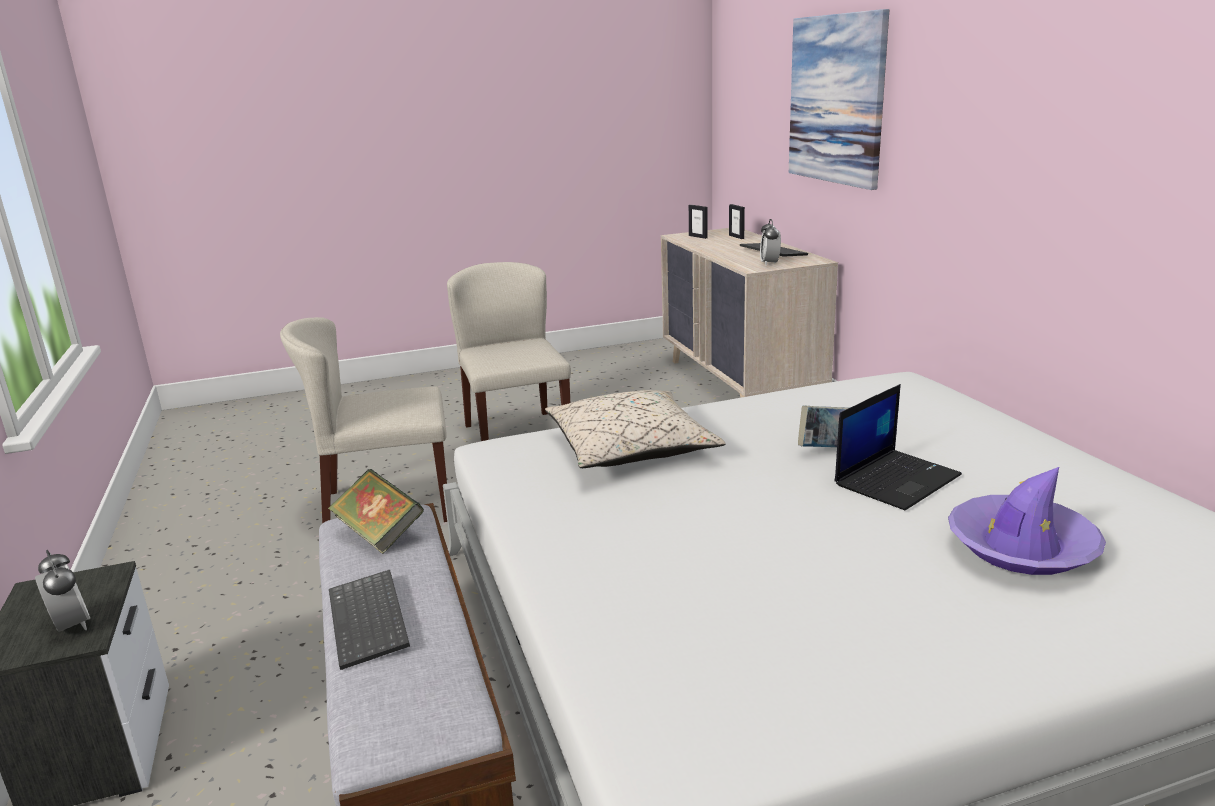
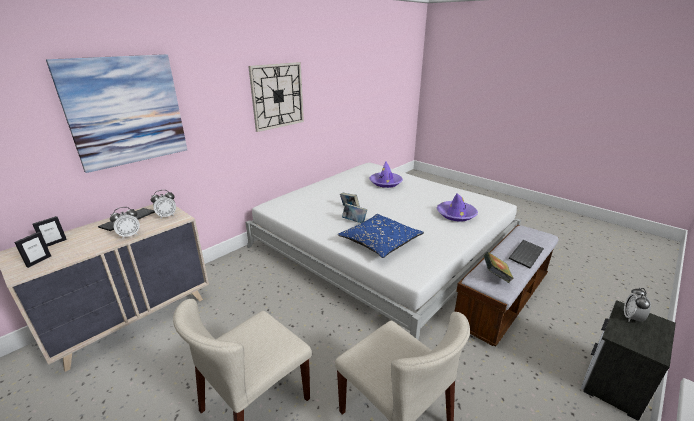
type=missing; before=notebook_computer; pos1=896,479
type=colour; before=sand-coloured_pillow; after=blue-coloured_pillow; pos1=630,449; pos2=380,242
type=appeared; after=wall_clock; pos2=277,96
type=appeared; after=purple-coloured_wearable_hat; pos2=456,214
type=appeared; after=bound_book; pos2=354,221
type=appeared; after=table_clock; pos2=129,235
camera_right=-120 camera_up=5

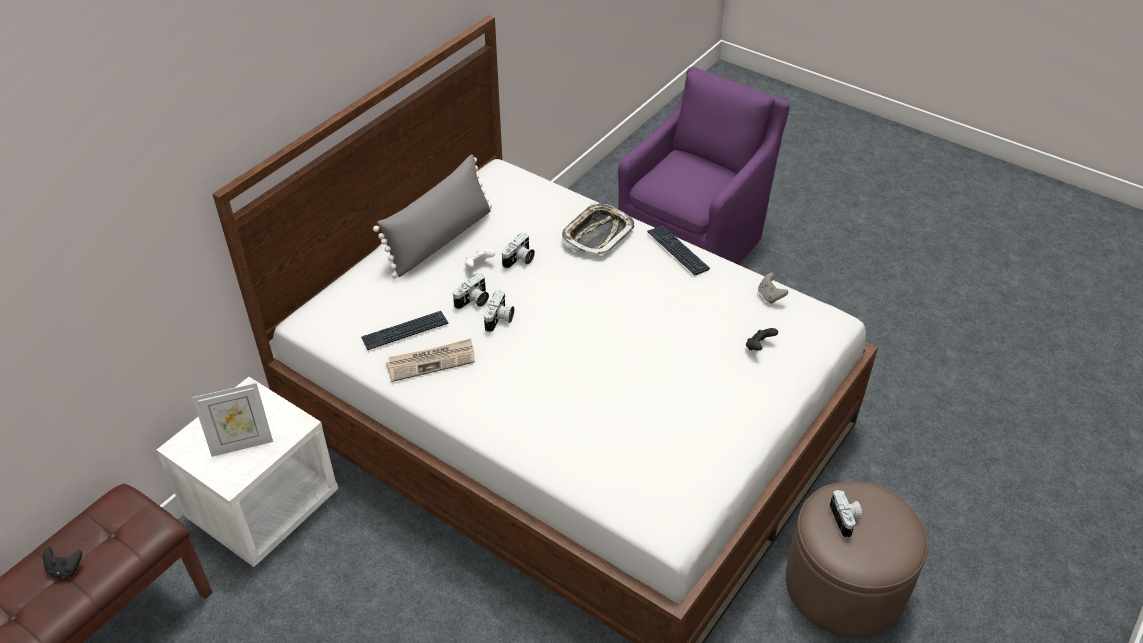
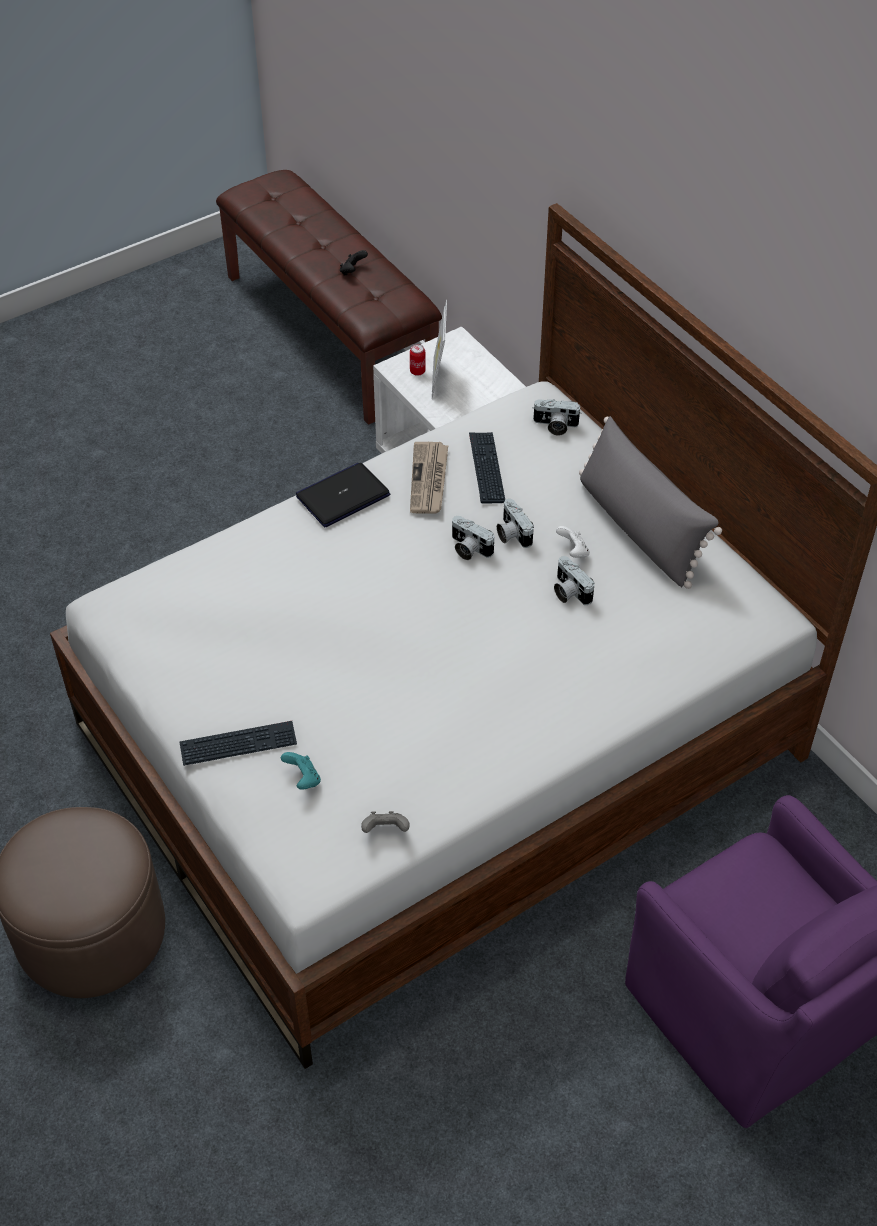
type=missing; before=carrying_tray; pos1=597,234
type=relocated; before=keyboard; pos1=677,251; pos2=238,745
type=colour; before=blackish_gamepad; after=blue-green_gamepad; pos1=759,347; pos2=303,779
type=relocated; before=photo_camera; pos1=846,519; pos2=555,426
type=appeared; after=can; pos2=417,371
type=appeared; after=notebook_computer; pos2=343,496
camera_right=110 camera_up=5

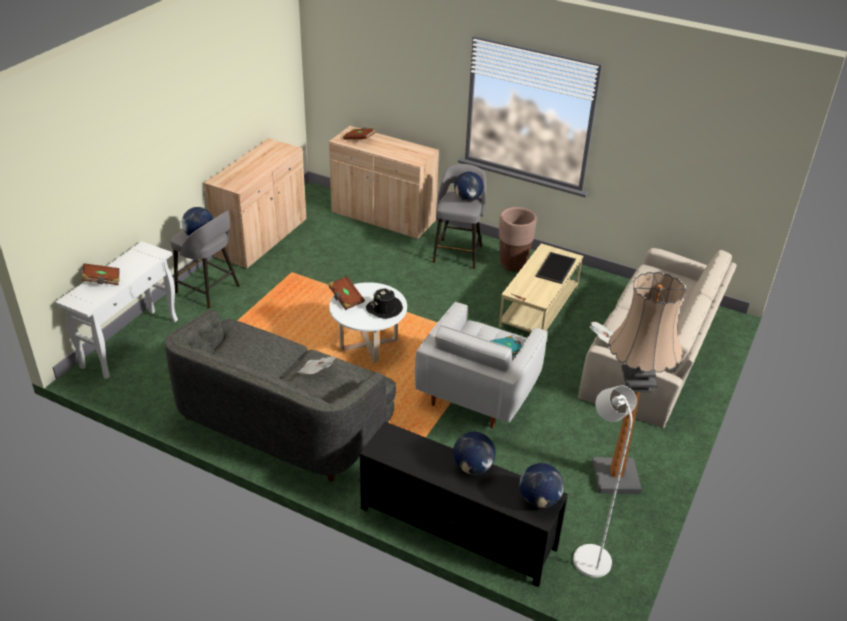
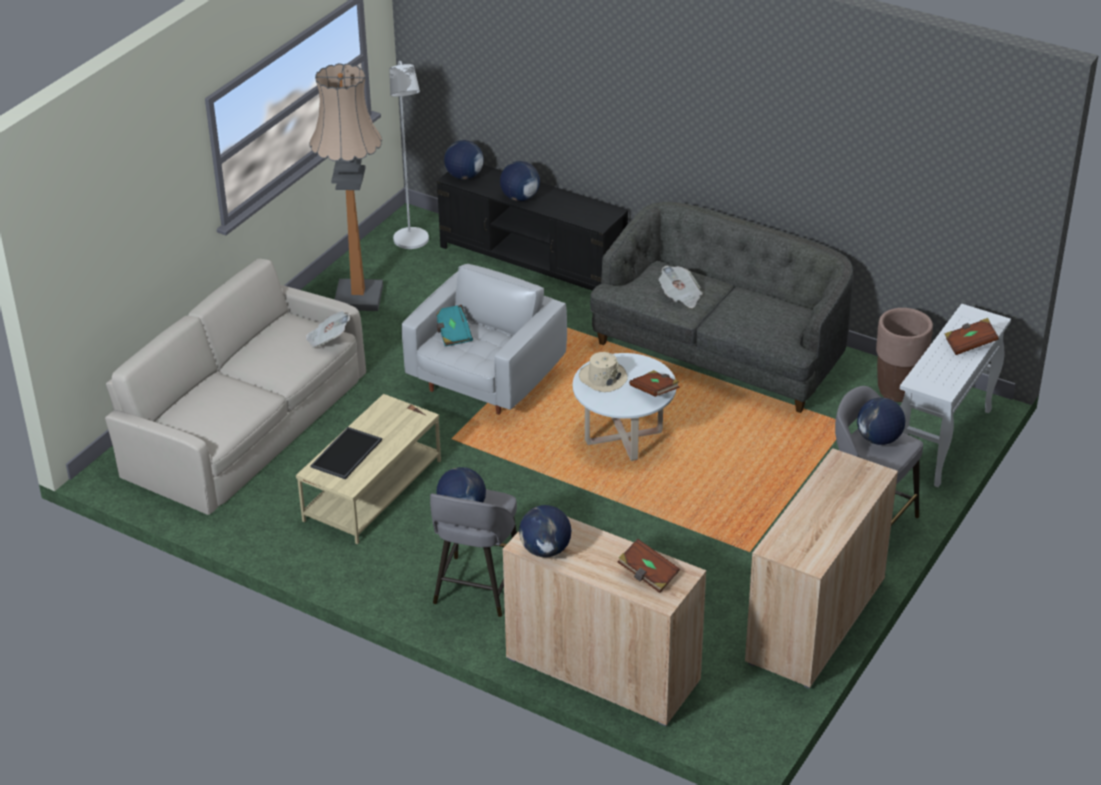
type=relocated; before=brownish_planter; pos1=513,264; pos2=897,391
type=colour; before=blackish_wearable_hat; after=sand-coloured_wearable_hat; pos1=384,308; pos2=602,378
type=appeared; after=world_globe; pos2=545,550
camera_right=-175 camera_up=0

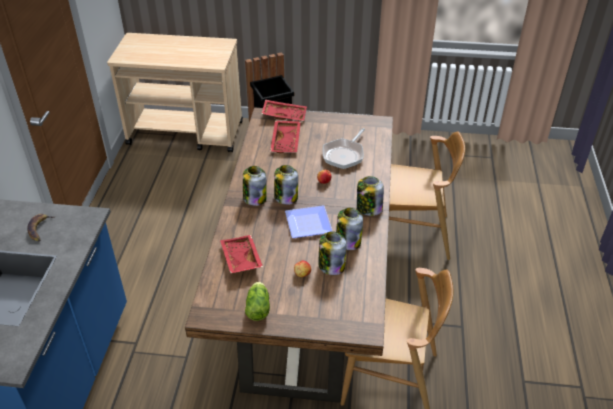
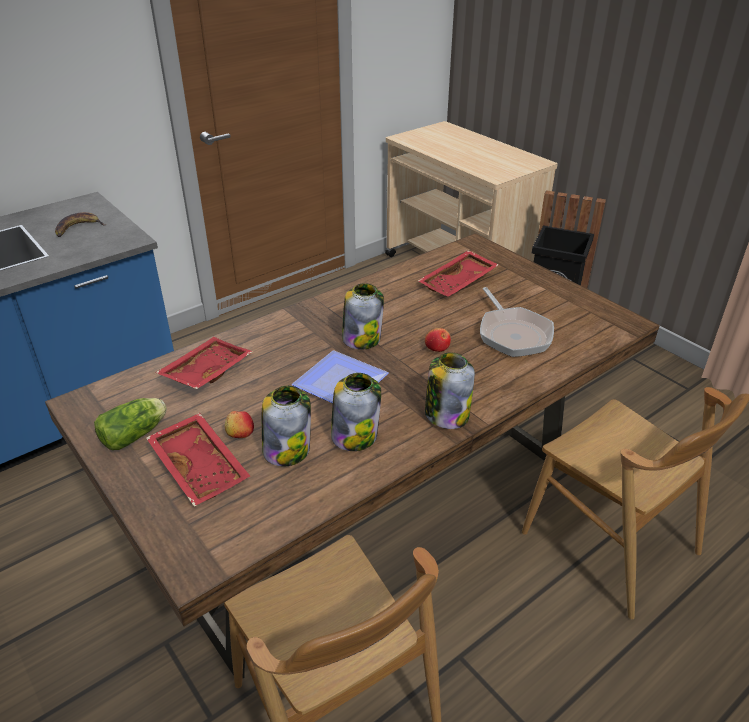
type=relocated; before=red_carrying_tray; pos1=284,115; pos2=201,467
type=spun; before=frying_pan; pos1=344,155; pos2=512,334; turn=-90
type=missing; before=preserve_jar; pos1=254,198
camera_right=45 camera_up=-5

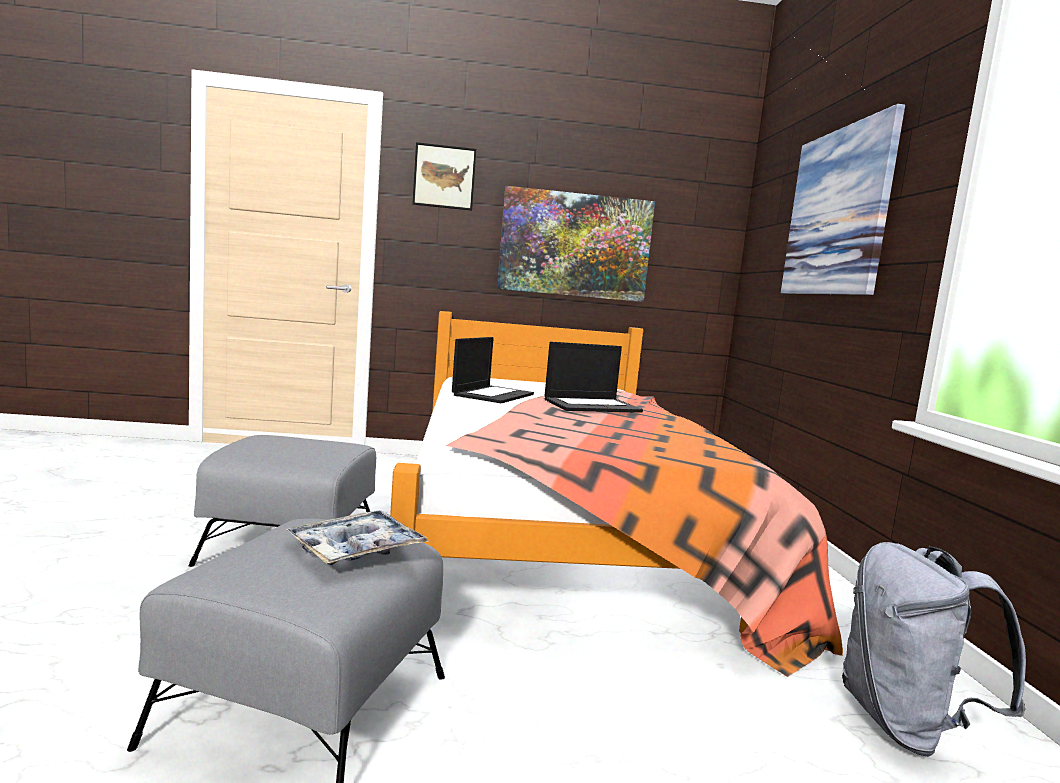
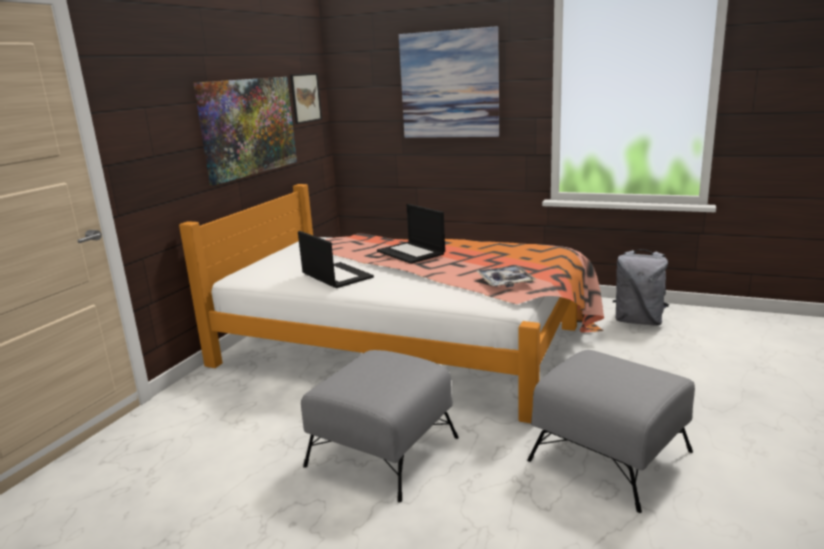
type=relocated; before=wall_picture; pos1=444,177; pos2=305,98
type=spun; before=notebook_computer; pos1=592,405; pos2=411,253; turn=135
type=relocated; before=carrying_tray; pos1=356,549; pos2=505,282
camera_right=-60 camera_up=10

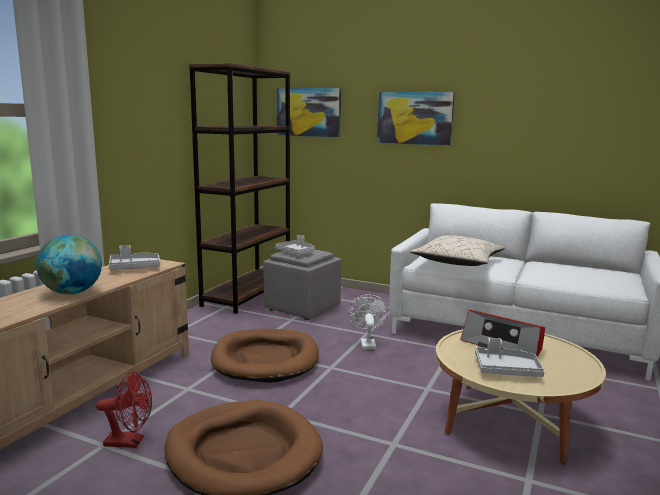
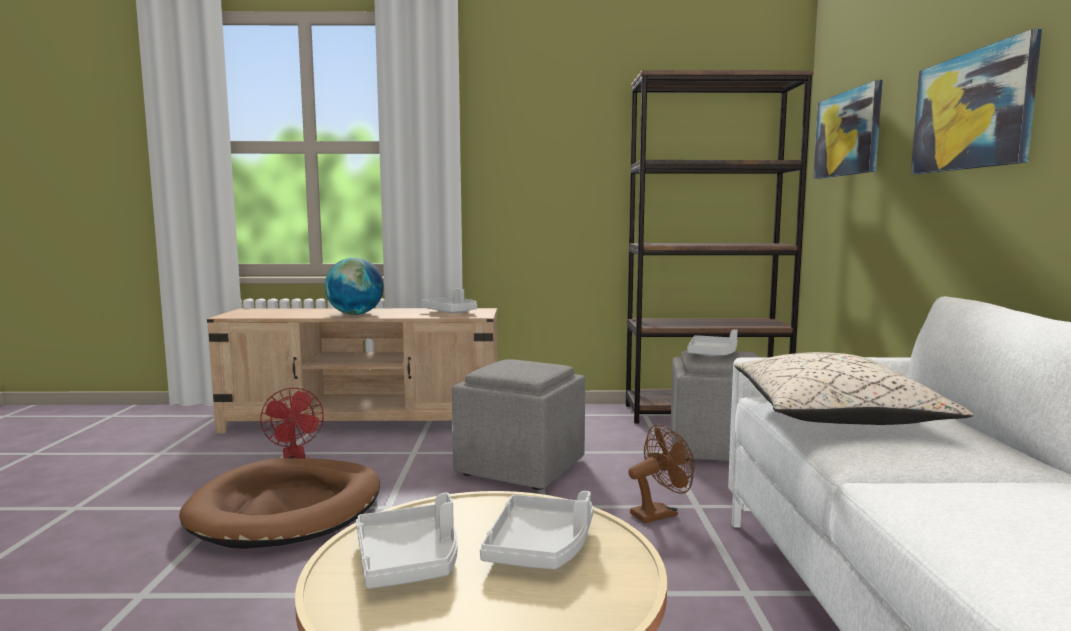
type=colour; before=whitish_cooling_fan; after=brownish_cooling_fan; pos1=367,343; pos2=659,513
type=exchanged; before=radio_set; after=greyish_carrying_tray; pos1=503,345; pos2=540,547
type=exchanged; before=brownish_dog_bed; after=greyish_footrest; pos1=266,359; pos2=522,467
camera_right=65 camera_up=-5

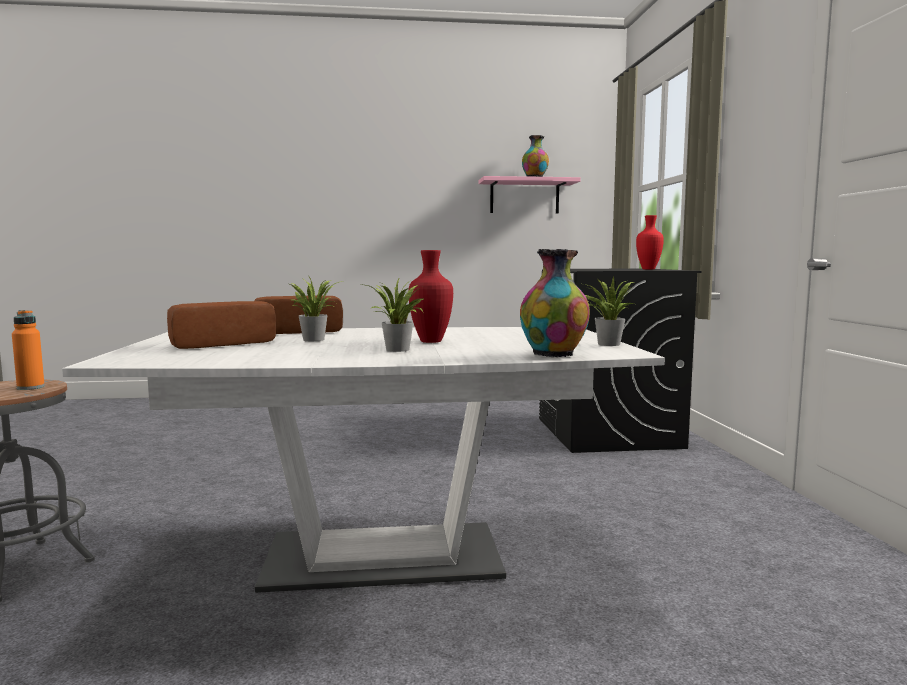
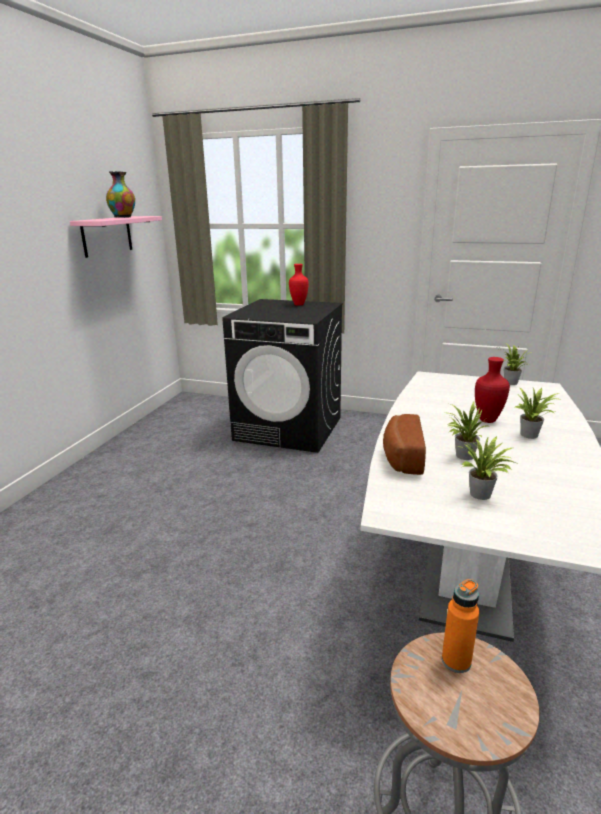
type=missing; before=decorative_vase; pos1=554,355
type=exchanged; before=bread; after=potted_plant; pos1=220,344; pos2=482,496
camera_right=-65 camera_up=15

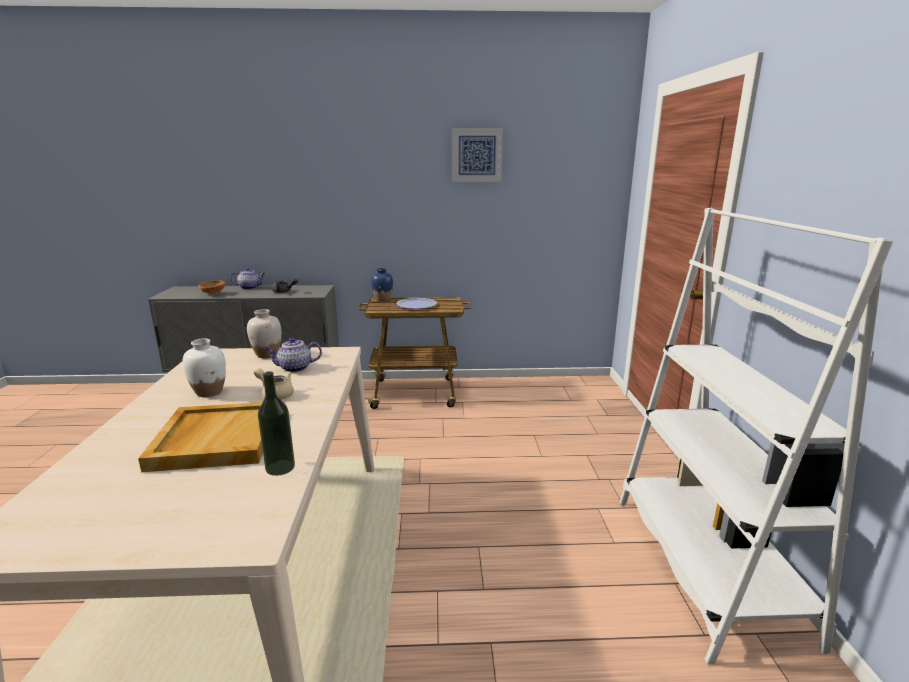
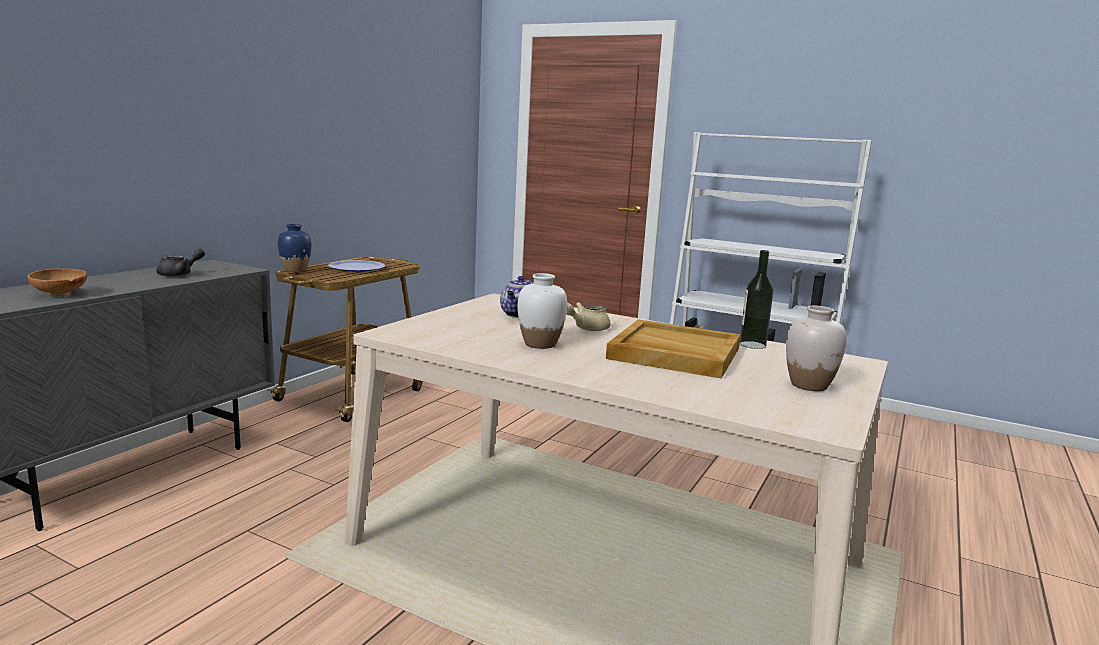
type=missing; before=wall_picture; pos1=476,155
type=missing; before=tea_pot; pos1=250,287
type=relocated; before=whitish_decorative_vase; pos1=267,355; pos2=809,385
camera_right=-60 camera_up=-5

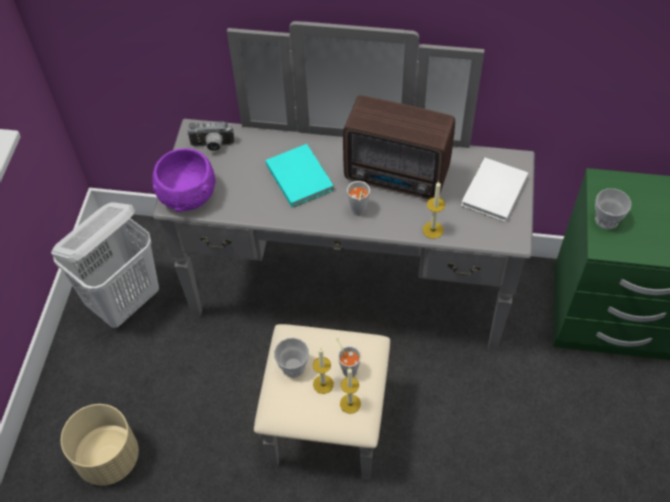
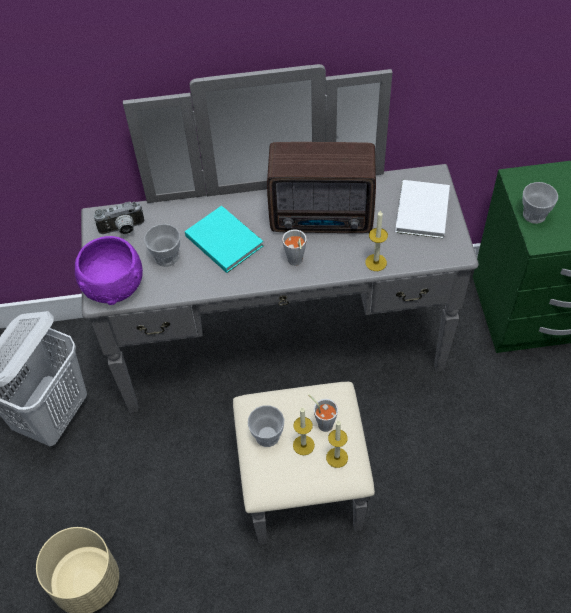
type=appeared; after=small_cup; pos2=166,257
camera_right=-15 camera_up=0

